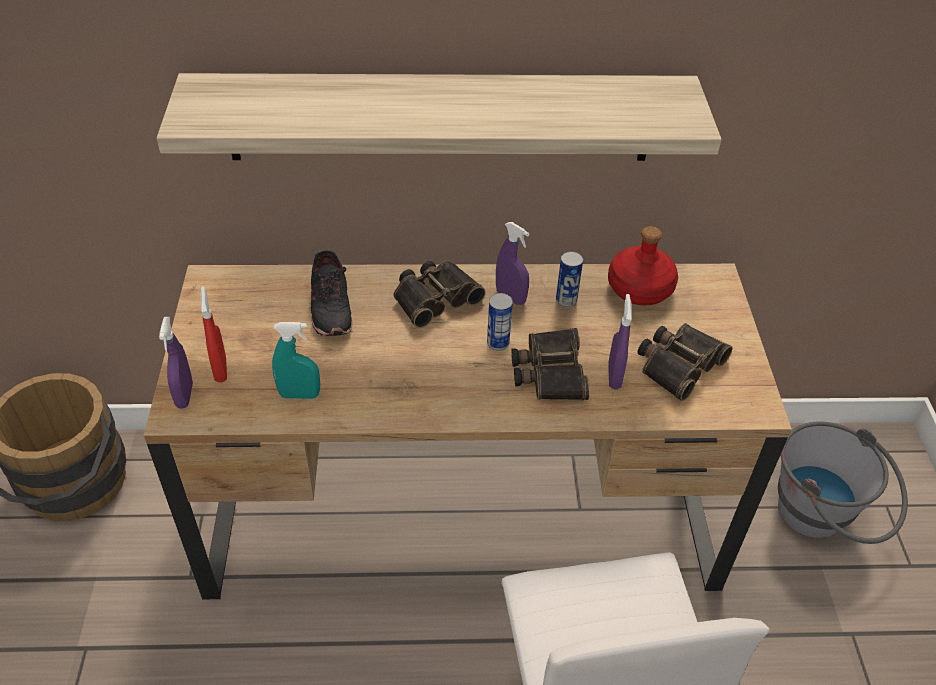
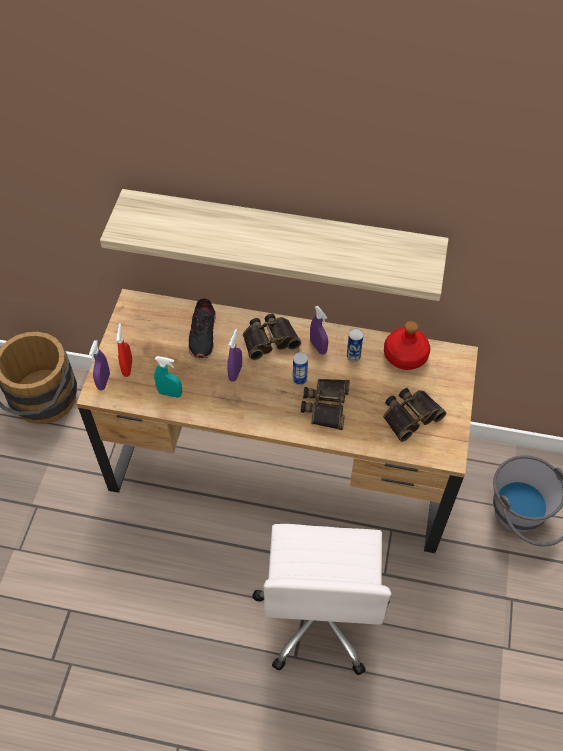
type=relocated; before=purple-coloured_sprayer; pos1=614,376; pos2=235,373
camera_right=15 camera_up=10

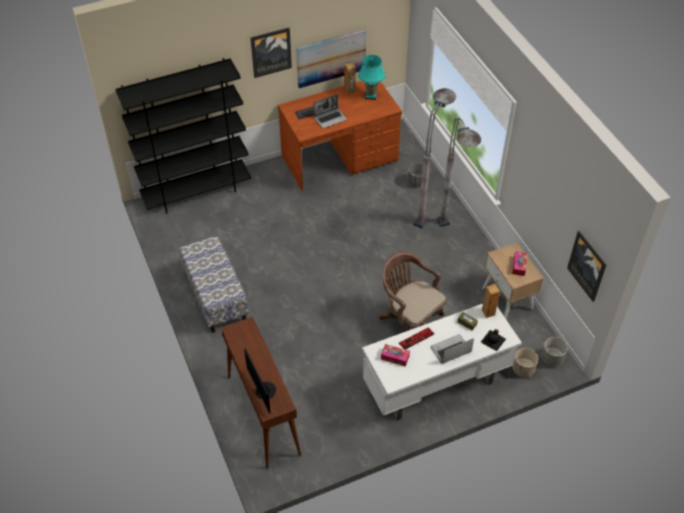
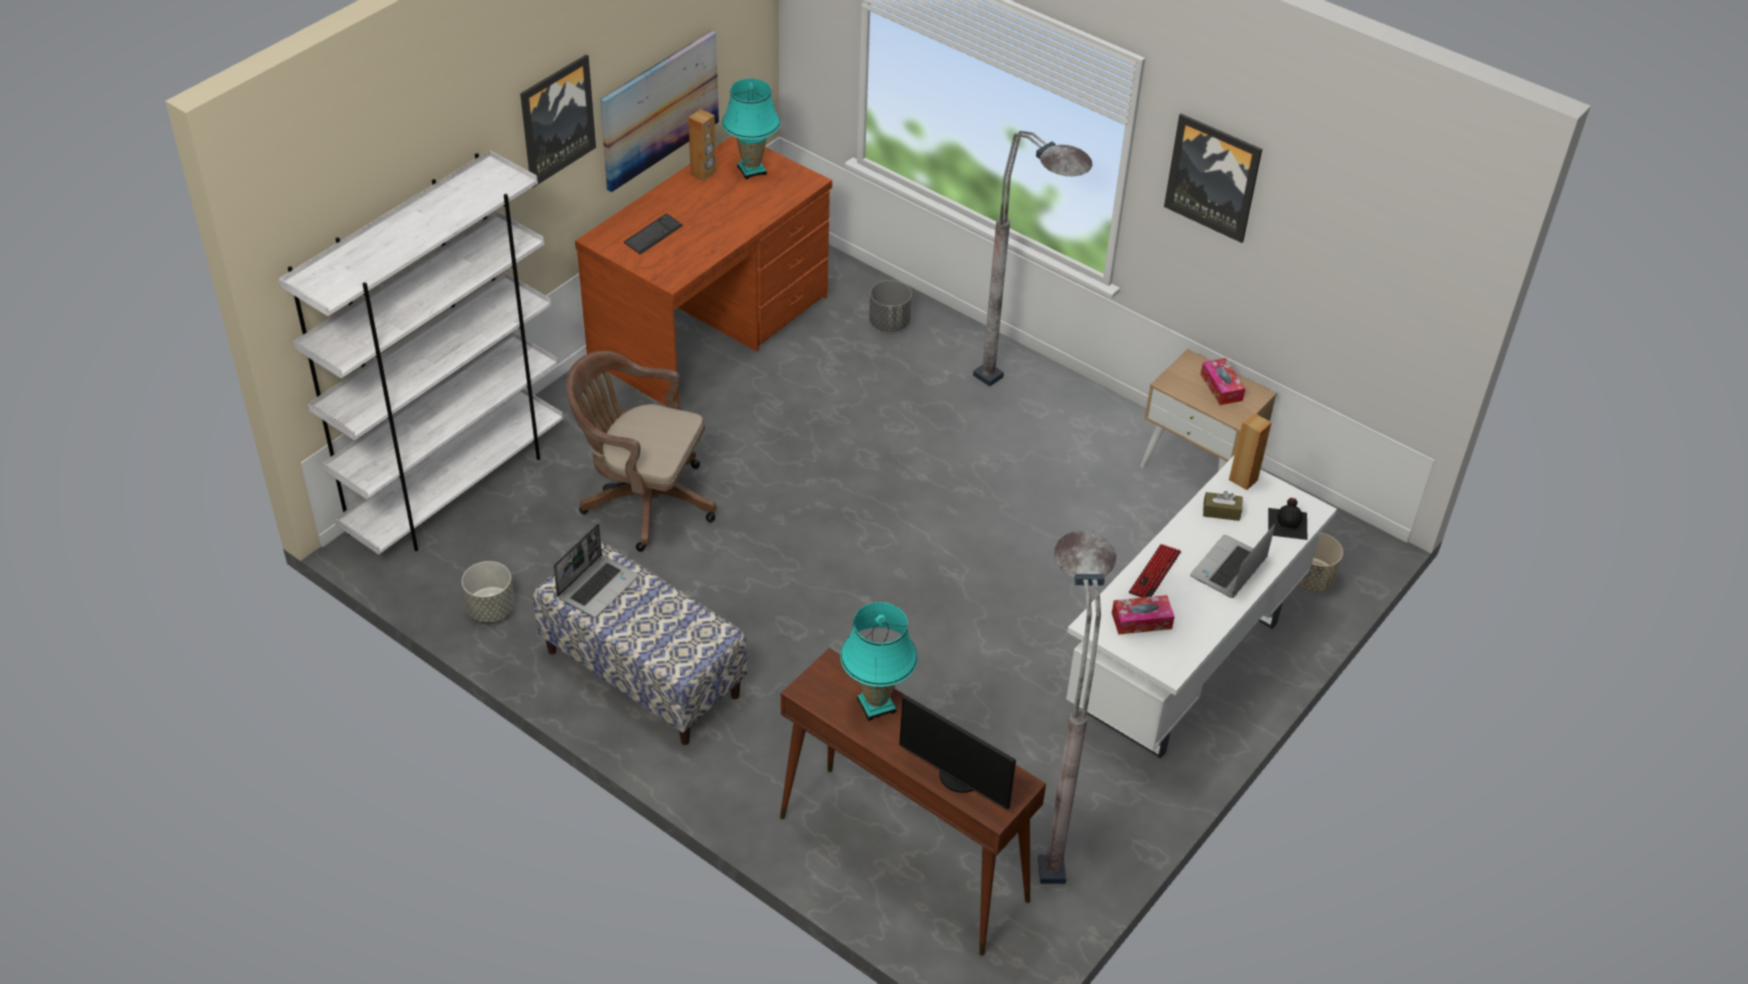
type=colour; before=blackish_shelving_unit; after=whitish_shelving_unit; pos1=197,192; pos2=456,487
type=relocated; before=greyish_floor_lamp; pos1=429,209; pos2=1048,823
type=relocated; before=notebook_computer; pos1=330,118; pos2=597,586
type=relocated; before=wall_picture; pos1=587,265; pos2=1213,177
type=relocated; before=brownish_computer_chair; pos1=409,322; pos2=642,500
type=relocated; before=greyish_planter; pos1=552,359; pos2=491,609
type=appeared; after=blue-green_tabletop_lamp; pos2=876,705
camera_right=-30 camera_up=-5

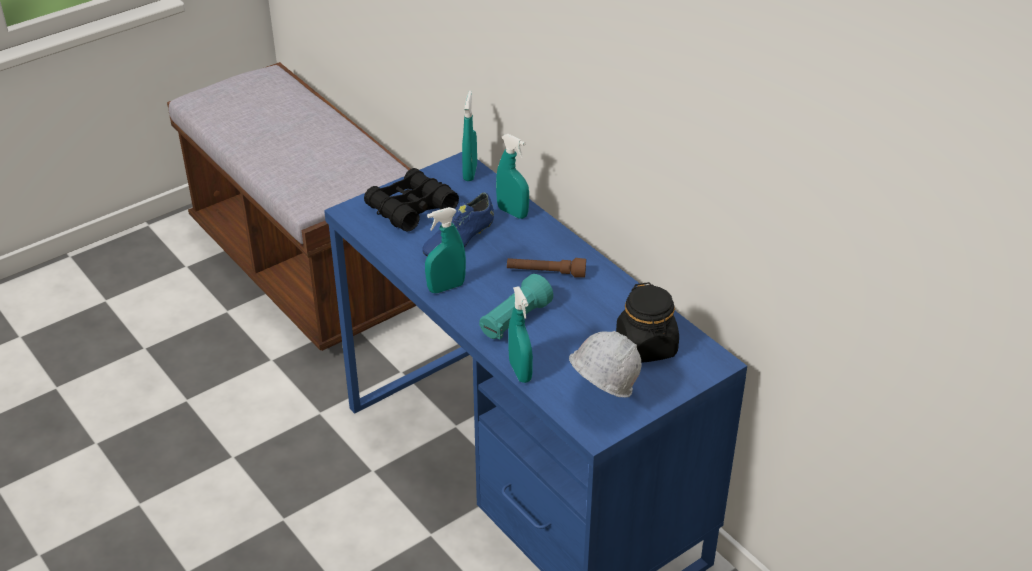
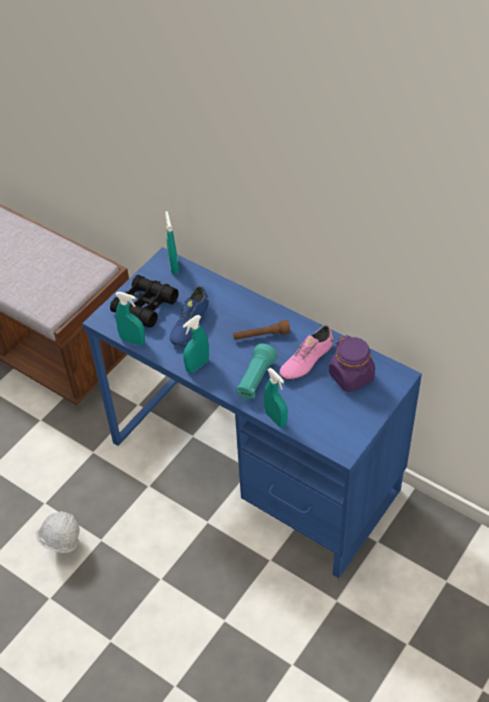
type=relocated; before=blue-green_sprayer; pos1=512,212; pos2=132,340
type=colour; before=blackish_preserve_jar; after=purple-coloured_preserve_jar; pos1=646,346; pos2=351,376
type=relocated; before=whitish_safety_helmet; pos1=601,397; pos2=61,546
type=appeared; after=pink-coloured_item_of_footwear; pos2=306,361
camera_right=-15 camera_up=10

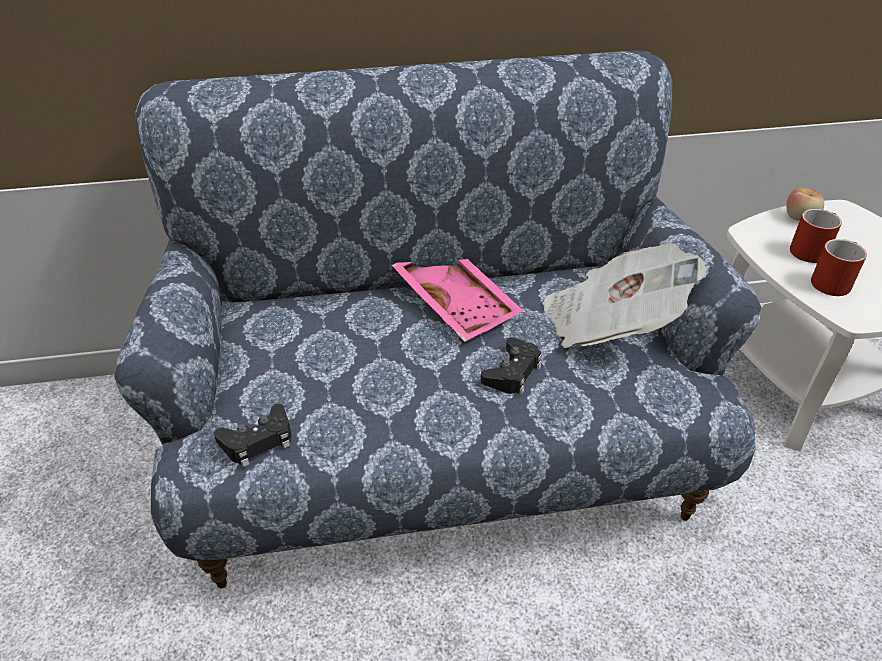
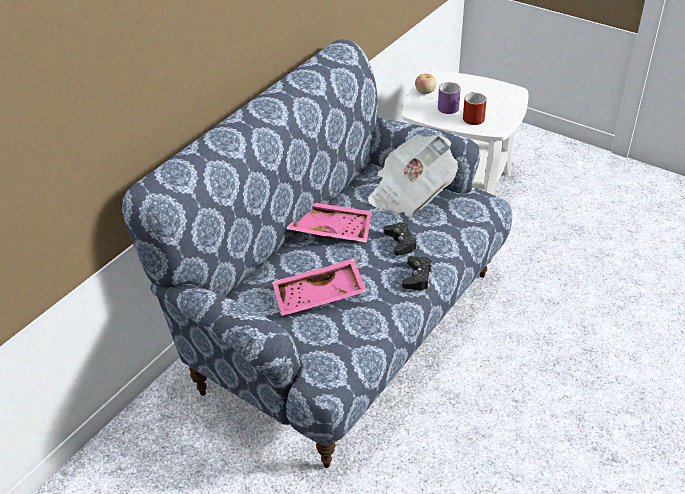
type=colour; before=red_mug; after=purple-coloured_mug; pos1=810,249; pos2=447,106
type=relocated; before=blackish_gamepad; pos1=258,441; pos2=417,277
type=appeared; after=pink-coloured_carrying_tray; pos2=319,297
camera_right=-45 camera_up=0

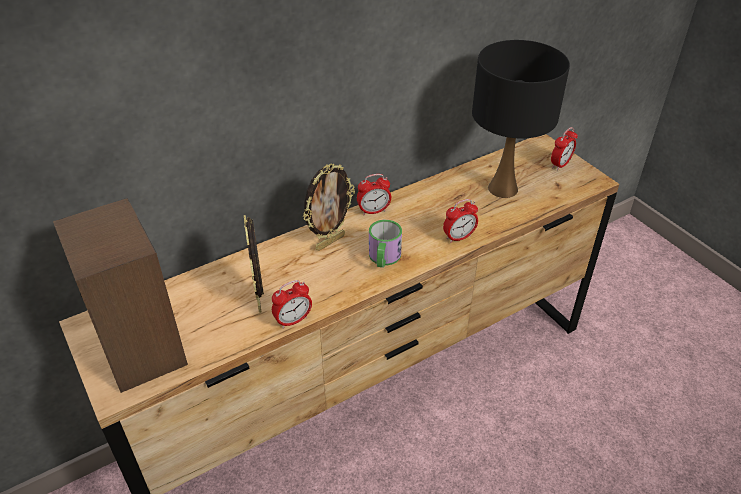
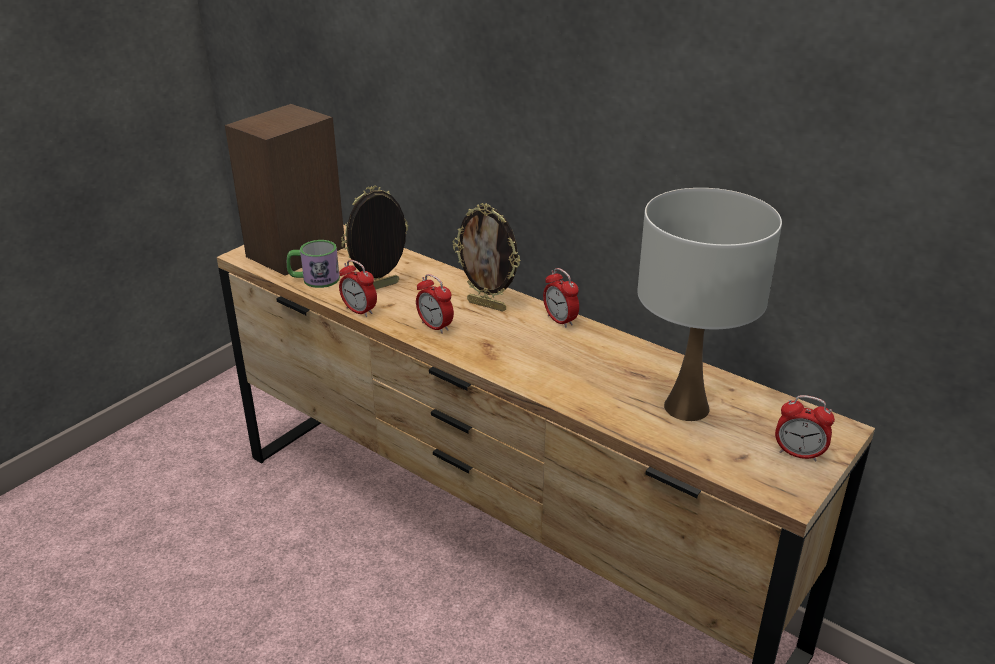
type=colour; before=blackish_tabletop_lamp; after=whitish_tabletop_lamp; pos1=502,188; pos2=687,407
type=relocated; before=table_clock; pos1=459,237; pos2=435,326
type=relocated; before=mug; pos1=383,258; pos2=314,279
camera_right=70 camera_up=-10

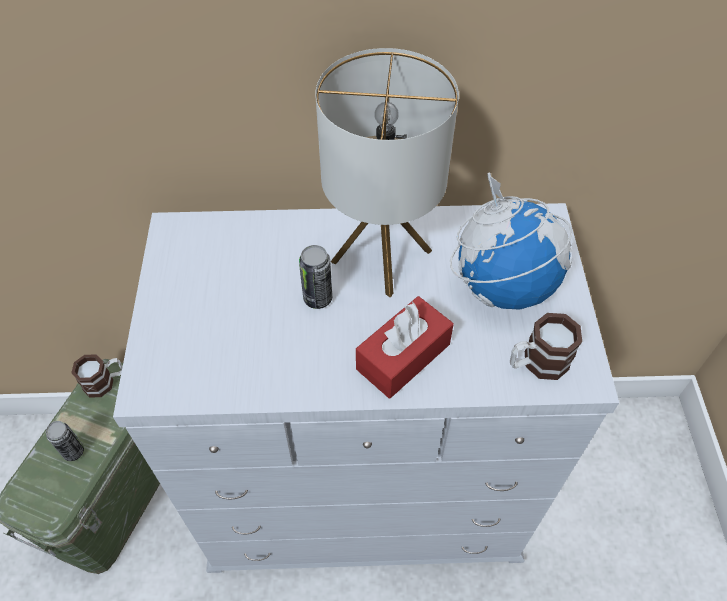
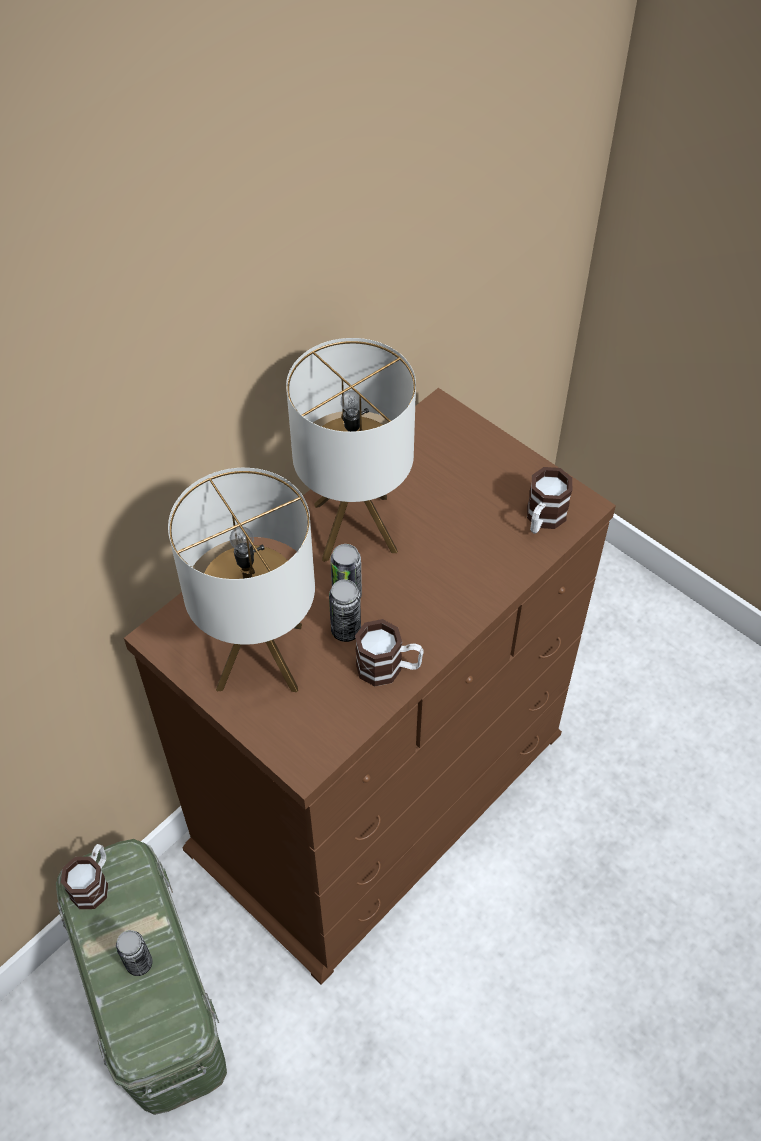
type=missing; before=world_globe; pos1=503,285
type=colour; before=whitish_drawer_chest; after=brownish_drawer_chest; pos1=364,486; pos2=379,790
type=missing; before=red_tissue_holder; pos1=403,356
type=appeared; after=tabletop_lamp; pos2=259,657
type=appeared; after=can; pos2=346,630
type=appeared; after=mug; pos2=388,668
camera_right=-45 camera_up=0

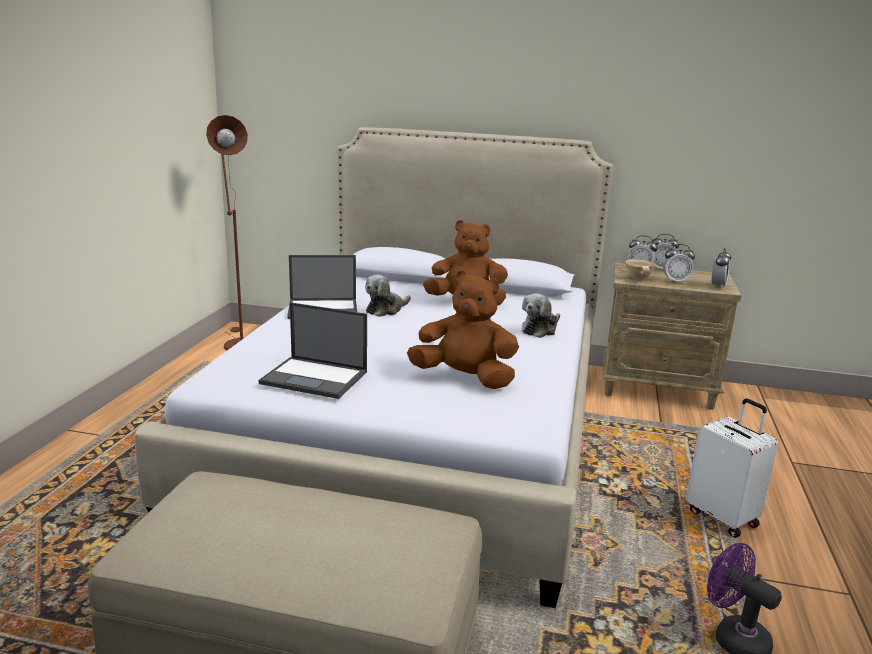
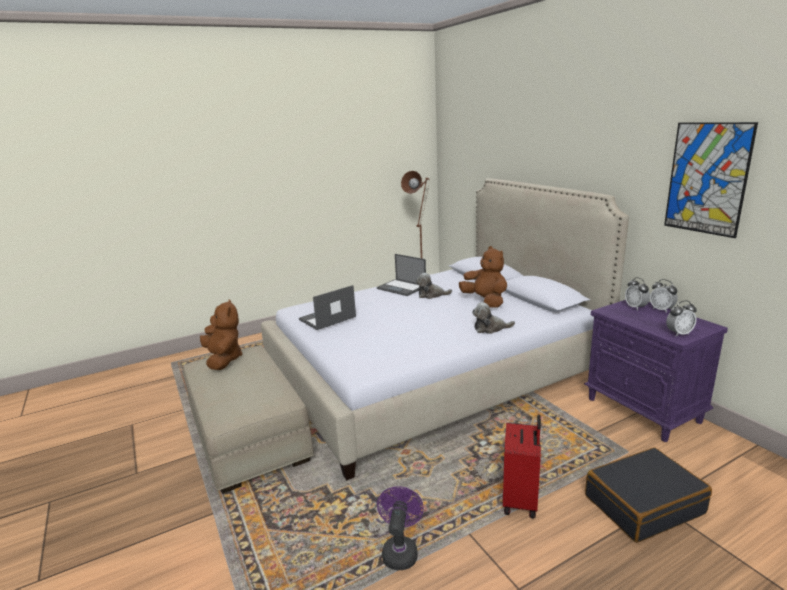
type=missing; before=table_clock; pos1=675,281
type=missing; before=sand-coloured_bowl; pos1=638,278
type=colour; before=sand-coloured_bedside_table; after=purple-coloured_bedside_table; pos1=658,388; pos2=644,410
type=relocated; before=brownish_cuddly_toy; pos1=465,378; pos2=223,360
type=spun; before=notebook_computer; pos1=315,378; pos2=327,318; turn=75
type=colour; before=whitish_suitcase; after=red_suitcase; pos1=722,517; pos2=521,501
type=appeared; after=wall_picture; pos2=707,178
type=appeared; after=blackish_suitcase; pos2=643,504
camera_right=50 camera_up=0

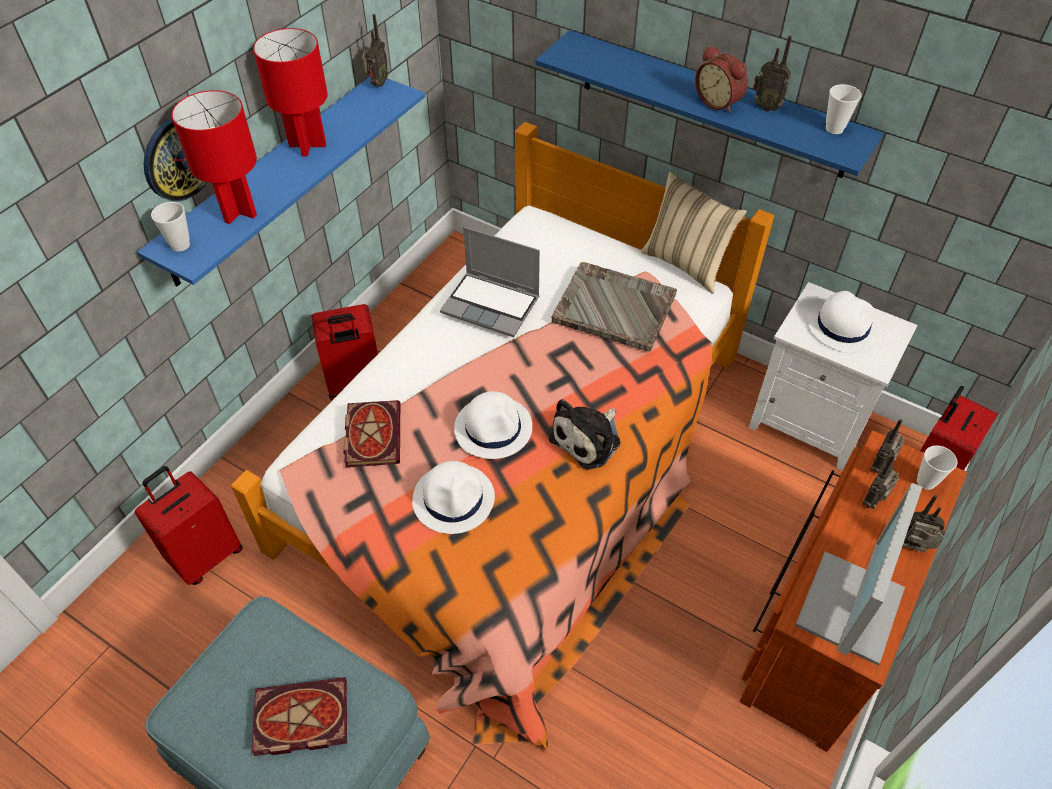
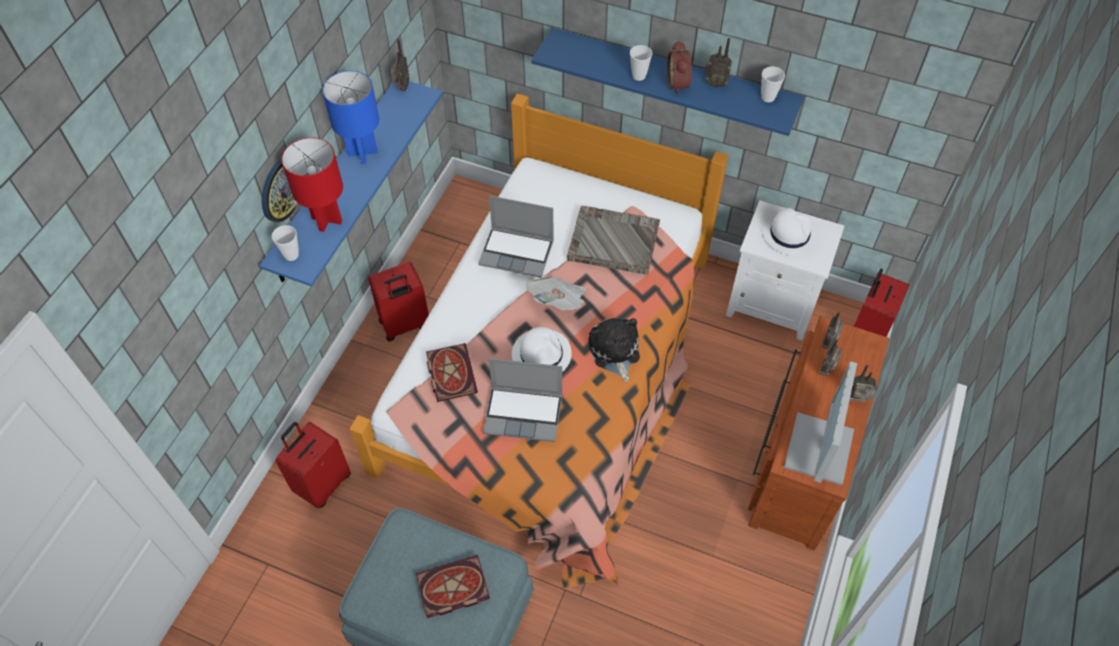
type=colour; before=red_tabletop_lamp; after=blue-coloured_tabletop_lamp; pos1=308,145; pos2=363,152
type=spun; before=table_clock; pos1=719,102; pos2=679,83; turn=45
type=missing; before=sand-coloured_pillow; pos1=686,264
type=spun; before=cuddly_toy; pos1=588,439; pos2=614,352; turn=135
type=relocated; before=small_cup; pos1=926,482; pos2=639,76
type=exchanged; before=whitish_wearable_hat; after=notebook_computer; pos1=454,499; pos2=524,413
type=appeared; after=daily_paper; pos2=558,302
camera_right=-10 camera_up=5

